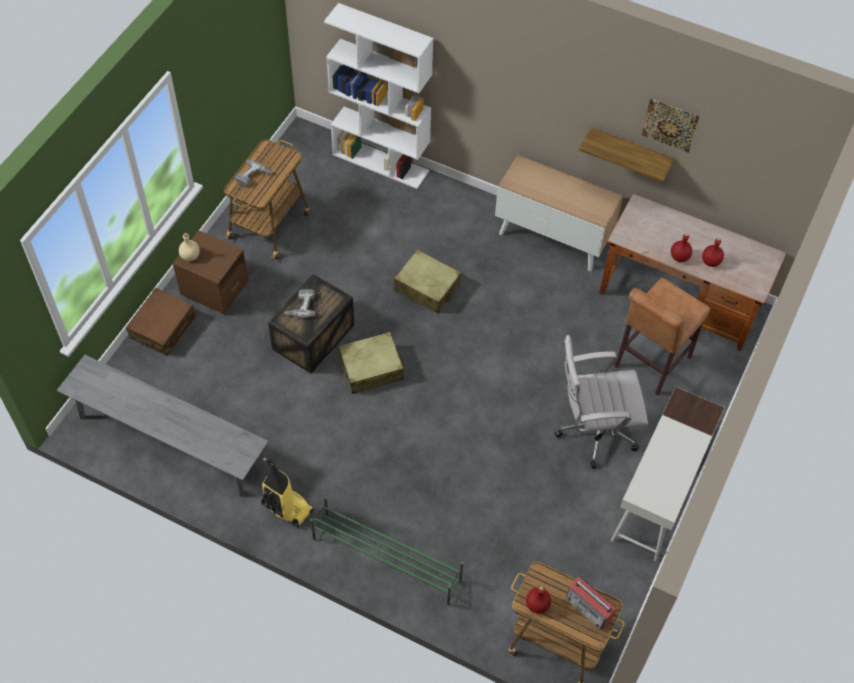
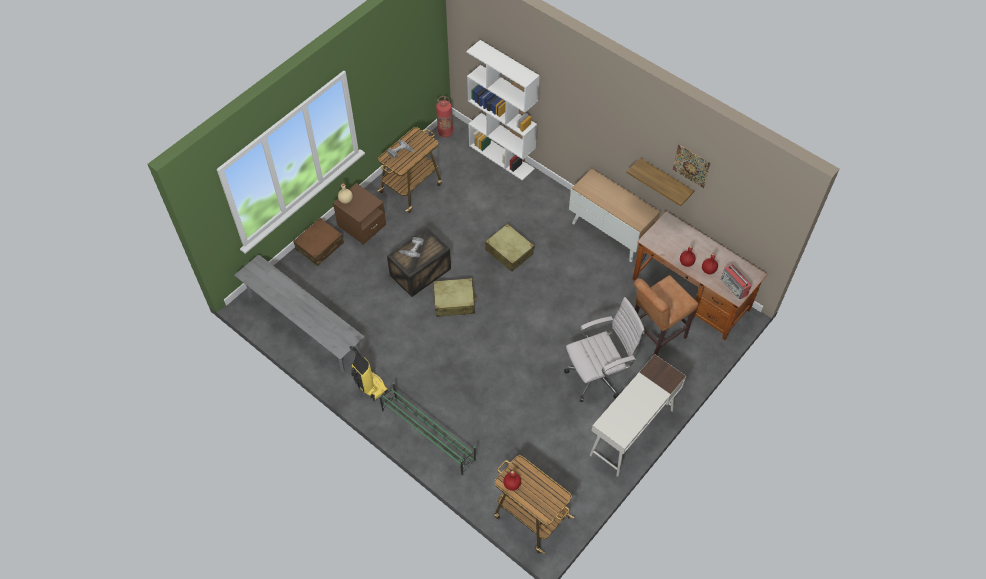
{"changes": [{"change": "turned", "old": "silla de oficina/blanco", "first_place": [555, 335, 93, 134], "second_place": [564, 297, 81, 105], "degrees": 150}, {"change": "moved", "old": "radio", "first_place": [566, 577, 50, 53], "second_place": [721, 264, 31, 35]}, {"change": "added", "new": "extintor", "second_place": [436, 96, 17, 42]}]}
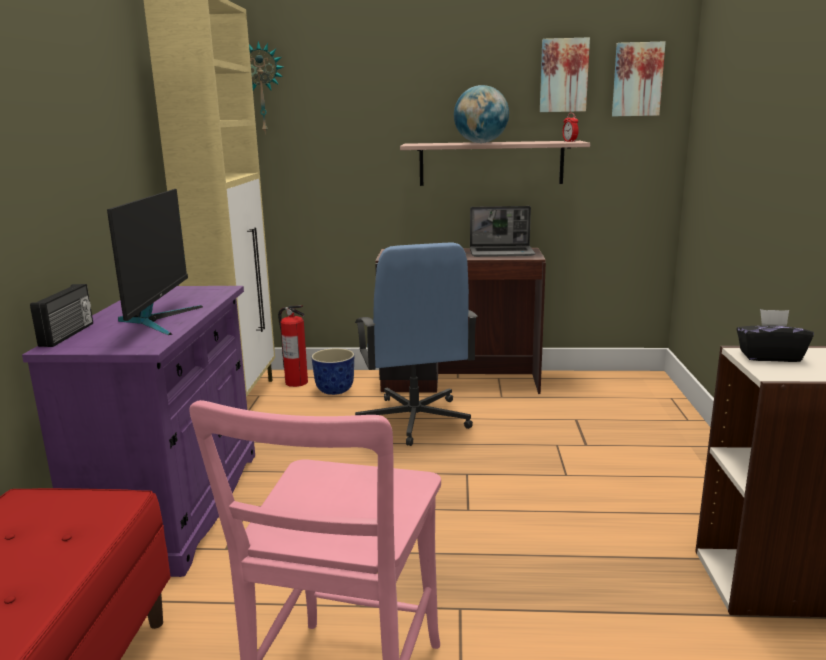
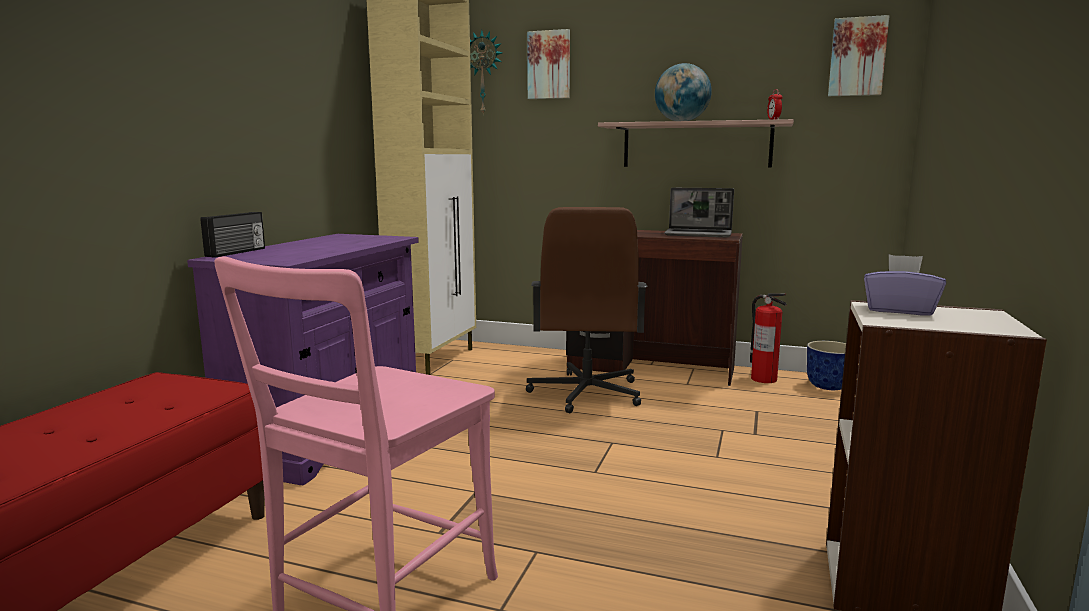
{"changes": [{"change": "moved", "old": "cuadro", "first_place": [540, 37, 50, 75], "second_place": [527, 29, 43, 70]}, {"change": "removed", "old": "monitor", "first_place": [107, 189, 96, 146]}, {"change": "recoloured", "old": "silla de oficina/azul", "new": "silla de oficina/marrón", "first_place": [355, 243, 123, 203], "second_place": [526, 207, 122, 206]}, {"change": "moved", "old": "extintor", "first_place": [278, 305, 30, 82], "second_place": [750, 294, 37, 89]}, {"change": "recoloured", "old": "caja de pañuelos/negro", "new": "caja de pañuelos/morado", "first_place": [736, 309, 78, 53], "second_place": [864, 255, 82, 61]}, {"change": "moved", "old": "maceta", "first_place": [311, 348, 43, 47], "second_place": [807, 341, 39, 49]}]}
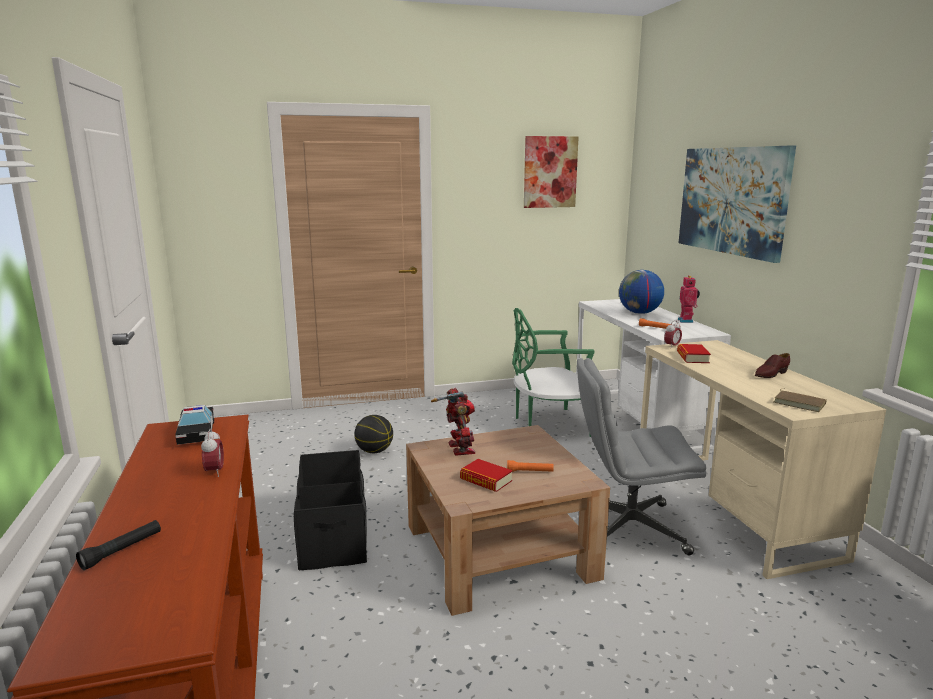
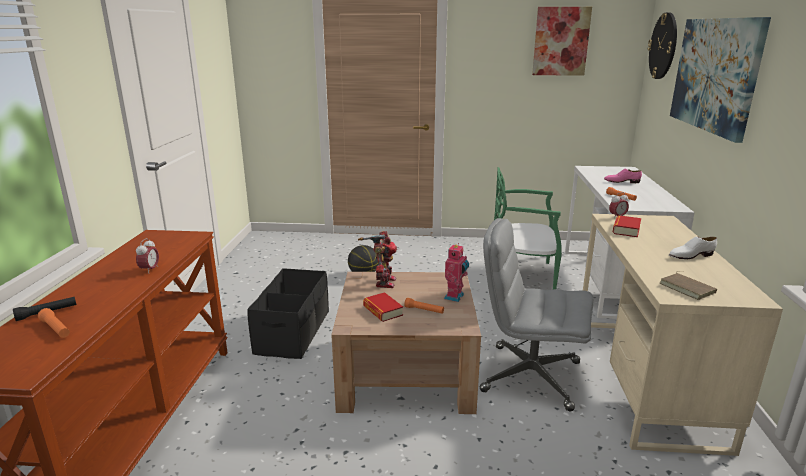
{"changes": [{"change": "replaced", "old": "globo terráqueo", "new": "zapato/rosa", "first_place": [619, 270, 45, 44], "second_place": [604, 168, 38, 15]}, {"change": "moved", "old": "robot de juguete", "first_place": [678, 275, 22, 48], "second_place": [444, 243, 25, 59]}, {"change": "recoloured", "old": "zapato/marrón", "new": "zapato/blanco", "first_place": [755, 353, 35, 25], "second_place": [669, 237, 48, 22]}, {"change": "removed", "old": "coche de juguete", "first_place": [175, 405, 39, 40]}, {"change": "added", "new": "reloj de pared", "second_place": [648, 12, 29, 67]}, {"change": "added", "new": "linterna/naranja", "second_place": [38, 308, 32, 30]}]}
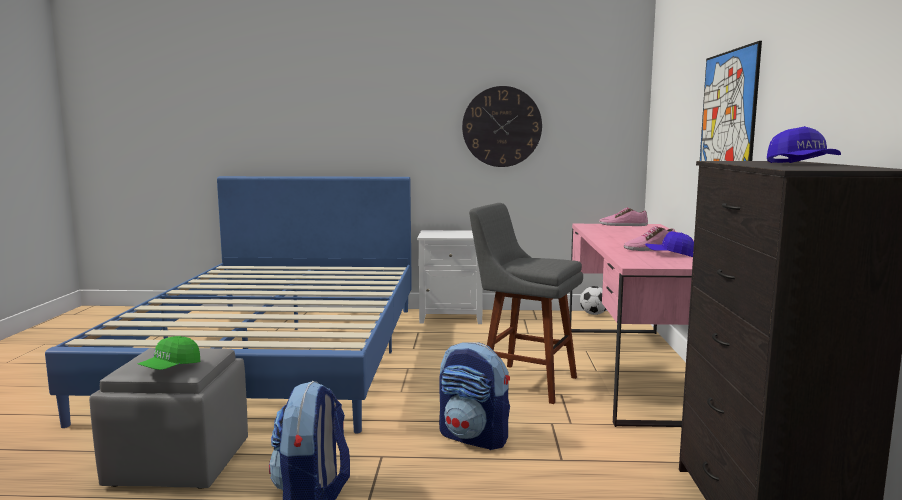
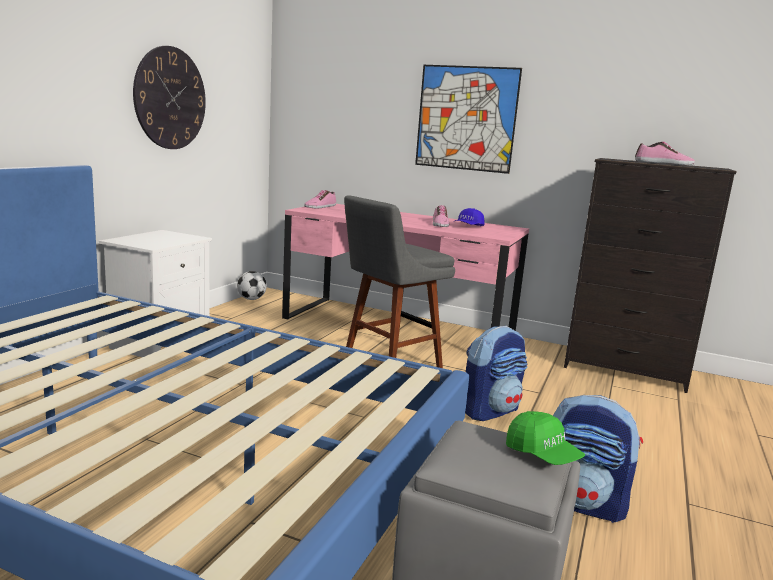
{"changes": [{"change": "replaced", "old": "gorra/azul", "new": "zapato", "first_place": [767, 126, 74, 37], "second_place": [635, 142, 60, 23]}]}
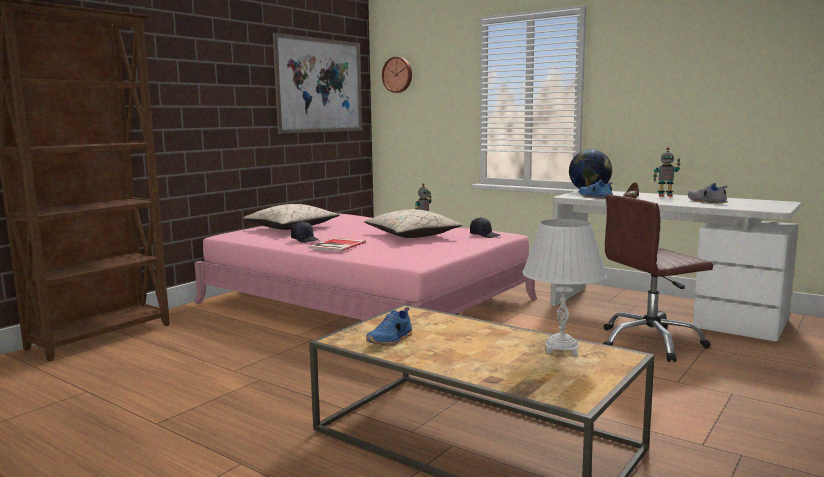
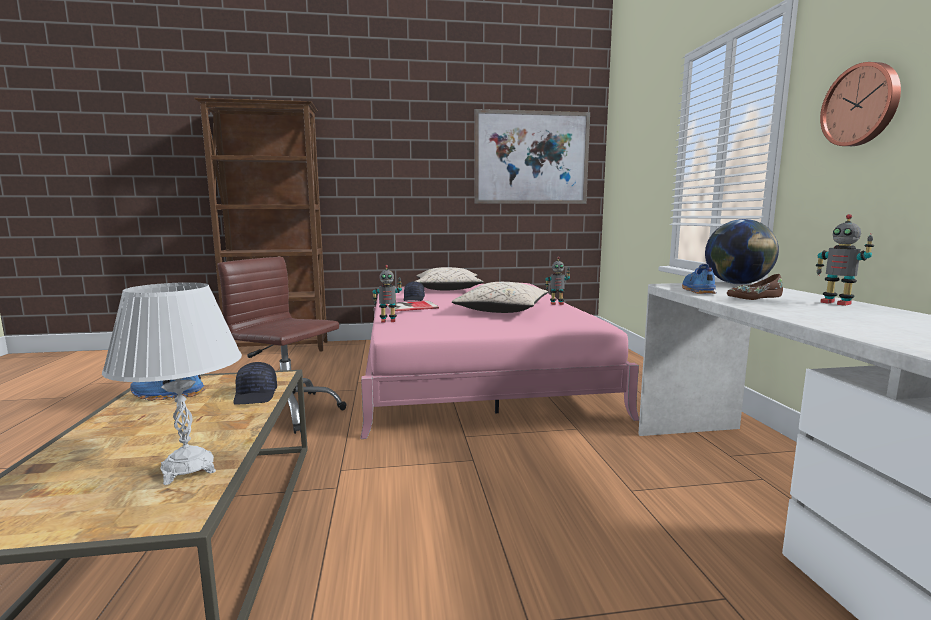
{"changes": [{"change": "moved", "old": "reloj de pared", "first_place": [382, 57, 30, 36], "second_place": [820, 62, 81, 84]}, {"change": "removed", "old": "zapato/gris", "first_place": [688, 183, 40, 21]}, {"change": "moved", "old": "silla de oficina/marrón", "first_place": [603, 195, 110, 167], "second_place": [217, 257, 130, 177]}, {"change": "moved", "old": "gorra/negro", "first_place": [470, 217, 30, 21], "second_place": [233, 362, 44, 43]}, {"change": "added", "new": "robot de juguete", "second_place": [372, 265, 30, 58]}]}
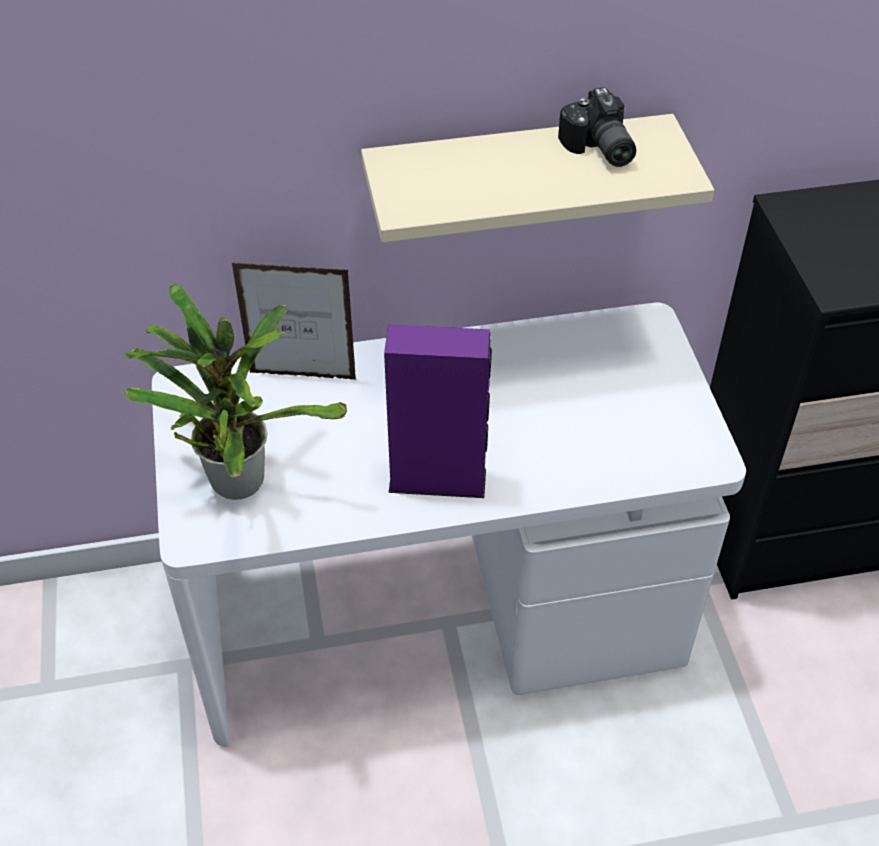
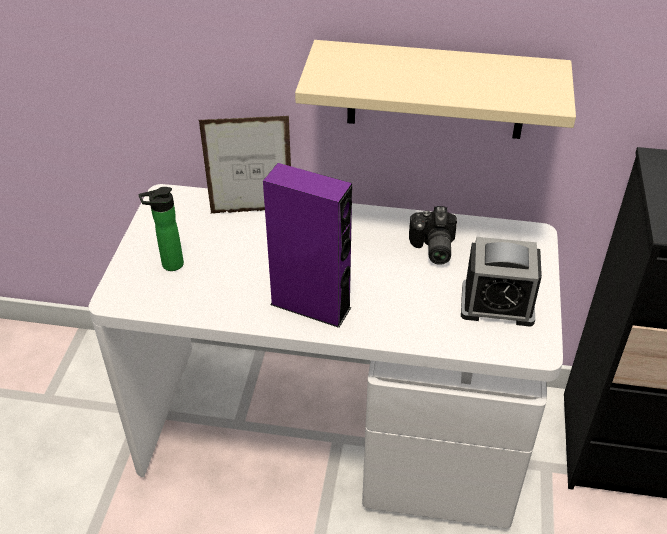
{"changes": [{"change": "moved", "old": "cámara", "first_place": [558, 87, 78, 80], "second_place": [409, 206, 48, 59]}, {"change": "turned", "old": "portarretratos", "first_place": [232, 263, 125, 117], "second_place": [198, 116, 93, 98], "degrees": 150}, {"change": "replaced", "old": "planta en maceta", "new": "botella", "first_place": [124, 284, 223, 216], "second_place": [138, 187, 46, 84]}, {"change": "added", "new": "despertador", "second_place": [461, 237, 81, 90]}]}
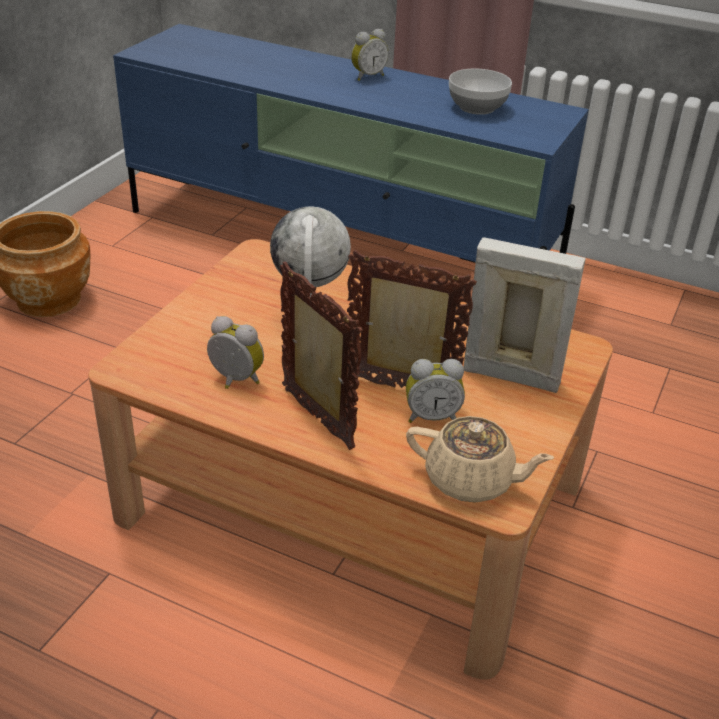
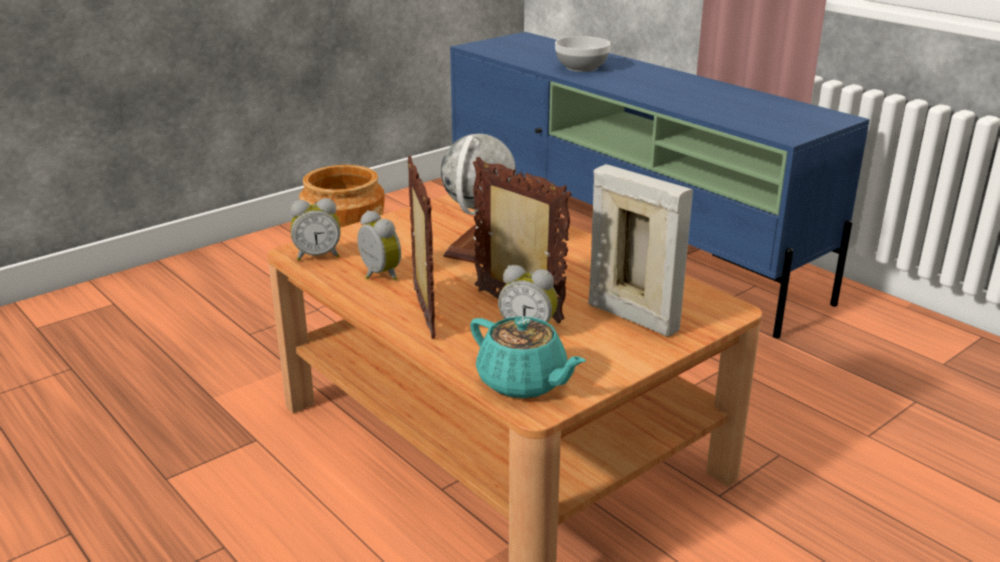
{"changes": [{"change": "moved", "old": "despertador", "first_place": [351, 29, 38, 52], "second_place": [291, 198, 49, 63]}, {"change": "moved", "old": "cuenco", "first_place": [449, 69, 63, 46], "second_place": [555, 36, 55, 36]}, {"change": "recoloured", "old": "tetera/beis", "new": "tetera/turquesa", "first_place": [406, 416, 148, 86], "second_place": [470, 316, 116, 83]}]}
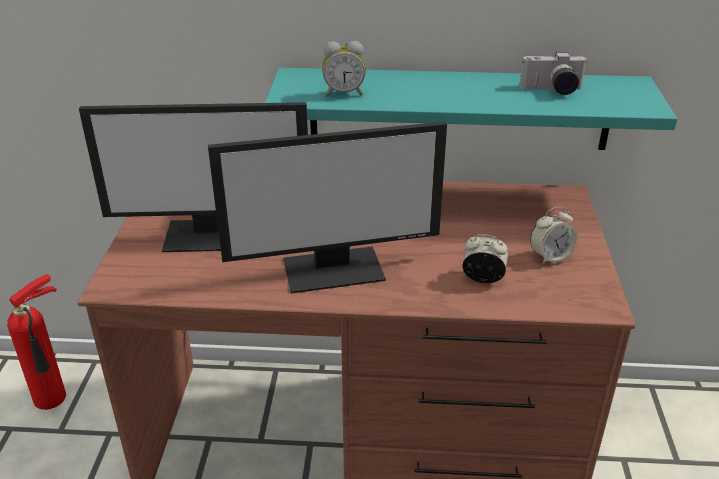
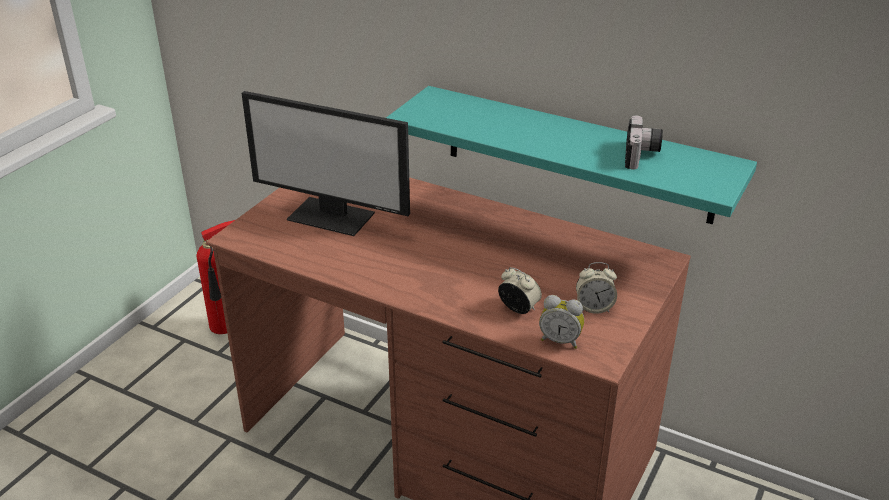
{"changes": [{"change": "moved", "old": "despertador", "first_place": [322, 41, 44, 56], "second_place": [539, 295, 45, 54]}, {"change": "turned", "old": "cámara", "first_place": [519, 52, 69, 43], "second_place": [625, 116, 38, 54], "degrees": -105}, {"change": "removed", "old": "monitor", "first_place": [208, 122, 239, 172]}]}
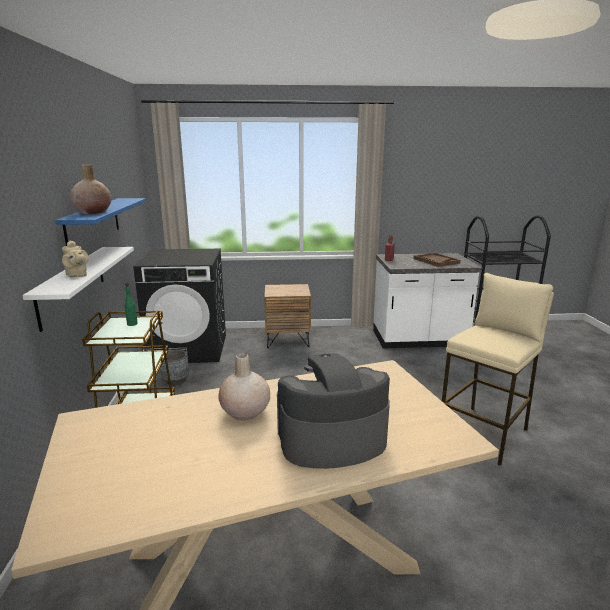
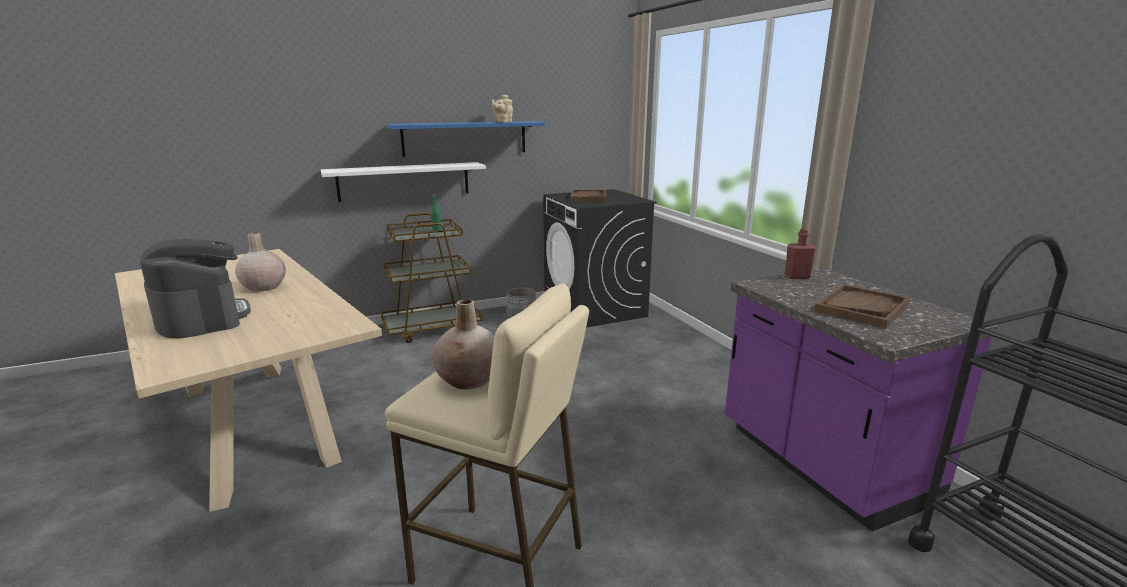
{"changes": [{"change": "moved", "old": "florero/beis", "first_place": [70, 164, 42, 50], "second_place": [432, 299, 63, 91]}, {"change": "moved", "old": "tetera/beis", "first_place": [62, 241, 27, 36], "second_place": [492, 95, 21, 28]}, {"change": "recoloured", "old": "mueble bajo de cocina/blanco", "new": "mueble bajo de cocina/morado", "first_place": [373, 253, 109, 95], "second_place": [725, 268, 273, 264]}, {"change": "removed", "old": "mesita de noche/marrón", "first_place": [264, 284, 47, 64]}, {"change": "added", "new": "bandeja/marrón", "second_place": [570, 190, 36, 12]}]}
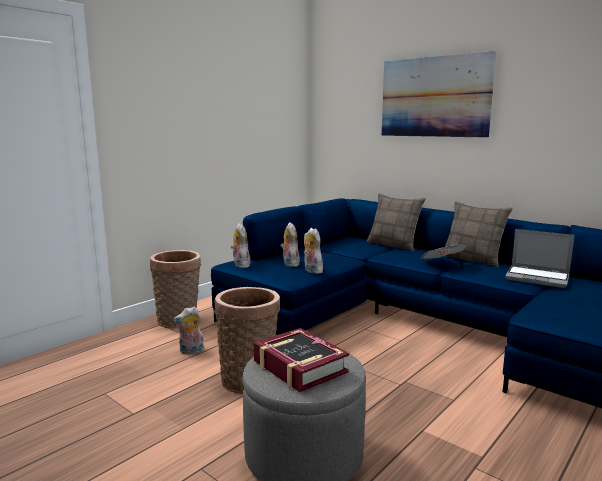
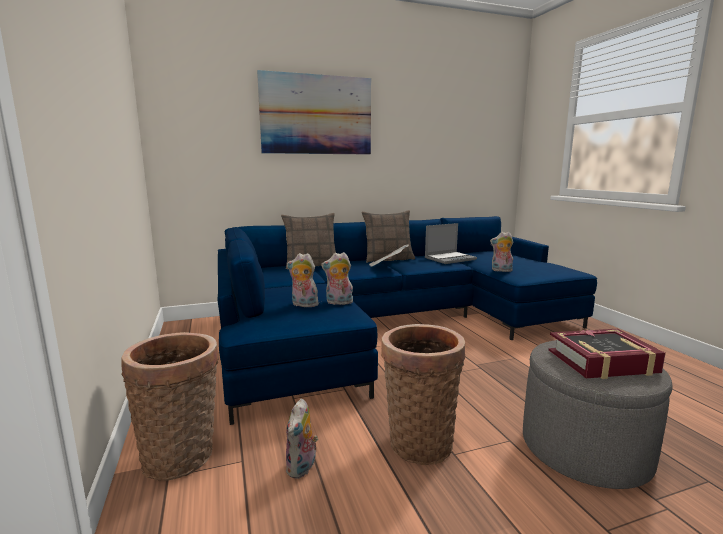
{"changes": [{"change": "moved", "old": "peluche", "first_place": [231, 223, 19, 45], "second_place": [490, 232, 24, 40]}]}
